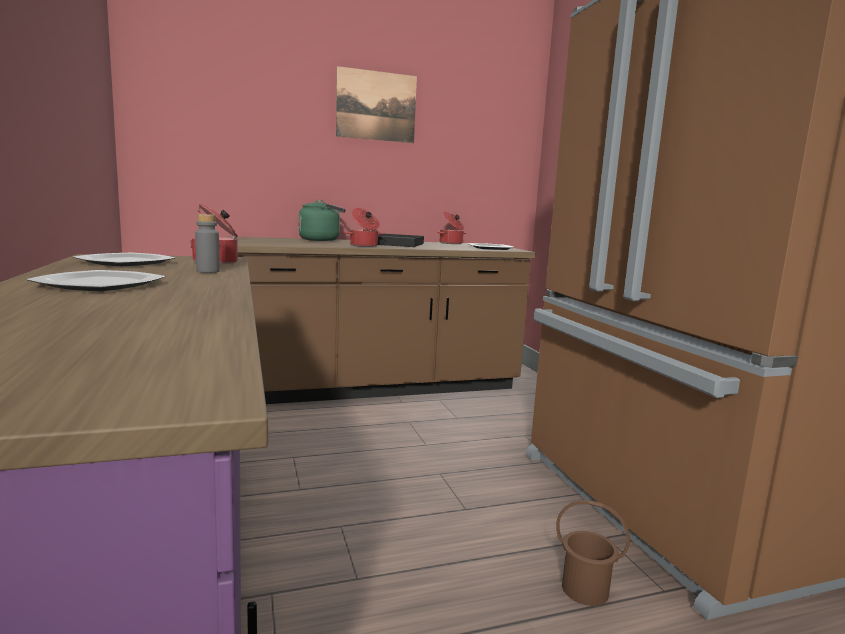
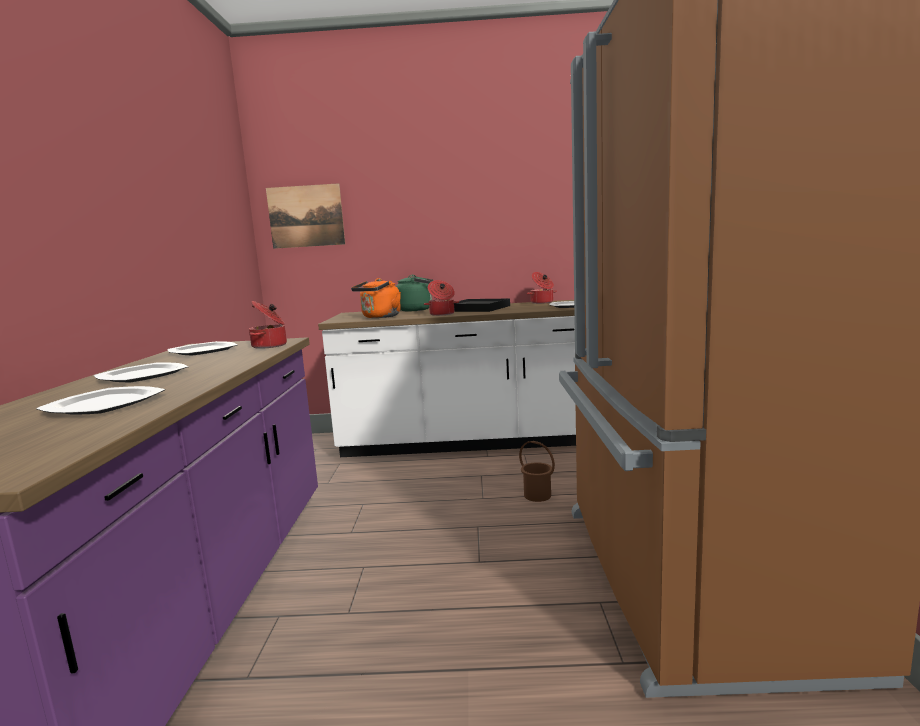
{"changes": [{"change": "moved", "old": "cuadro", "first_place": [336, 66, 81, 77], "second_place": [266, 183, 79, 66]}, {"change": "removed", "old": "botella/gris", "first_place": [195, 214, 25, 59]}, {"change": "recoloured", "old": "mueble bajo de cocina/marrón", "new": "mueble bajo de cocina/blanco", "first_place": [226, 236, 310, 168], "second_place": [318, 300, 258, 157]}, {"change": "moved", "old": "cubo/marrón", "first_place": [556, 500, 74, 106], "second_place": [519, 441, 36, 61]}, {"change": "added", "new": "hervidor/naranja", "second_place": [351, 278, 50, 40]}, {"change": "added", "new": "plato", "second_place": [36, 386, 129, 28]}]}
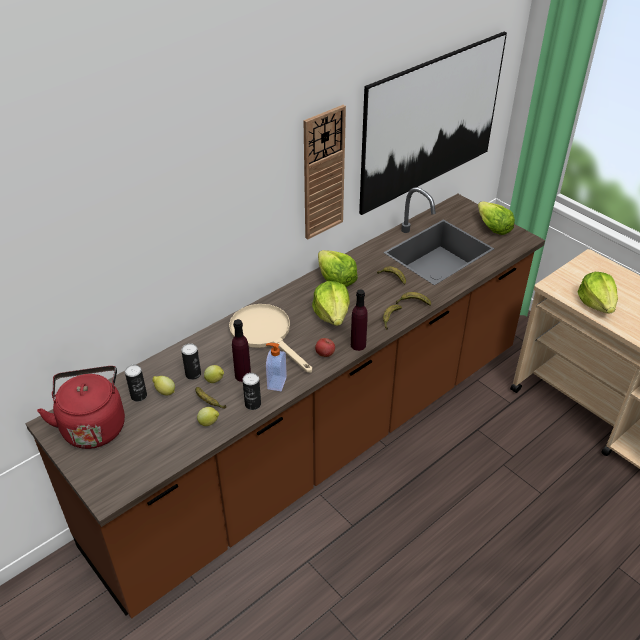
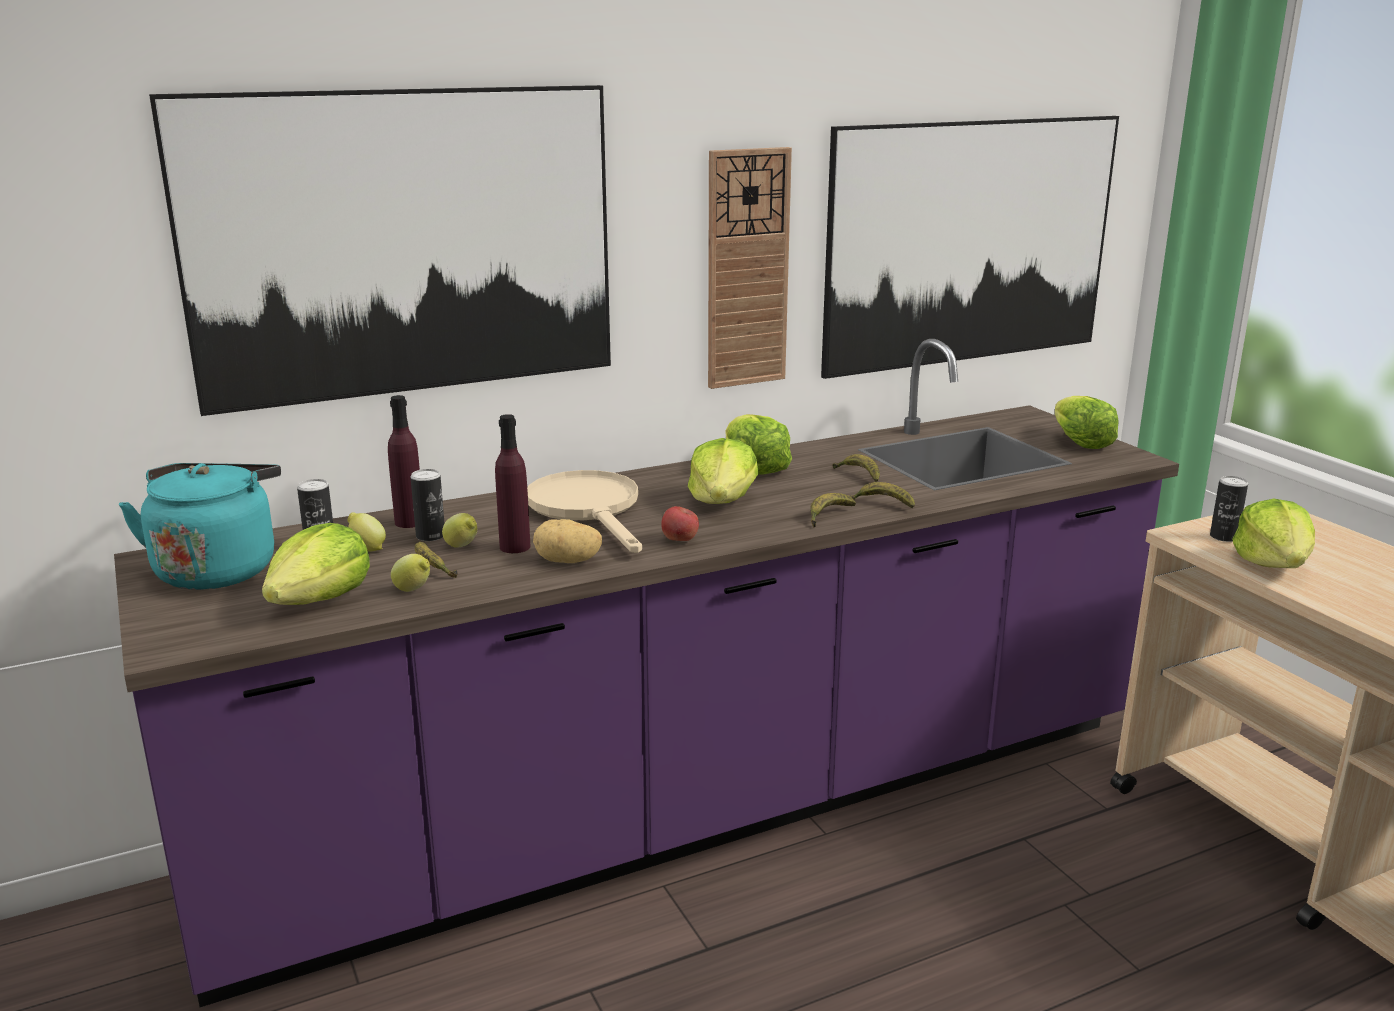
{"changes": [{"change": "recoloured", "old": "mueble bajo de cocina/marrón", "new": "mueble bajo de cocina/morado", "first_place": [25, 187, 520, 431], "second_place": [114, 339, 1065, 668]}, {"change": "moved", "old": "botella/morado", "first_place": [351, 289, 17, 62], "second_place": [388, 395, 32, 133]}, {"change": "replaced", "old": "dispensador de jabón", "new": "patata", "first_place": [266, 343, 21, 48], "second_place": [533, 519, 69, 44]}, {"change": "recoloured", "old": "hervidor/rojo", "new": "hervidor/turquesa", "first_place": [37, 366, 88, 83], "second_place": [119, 463, 162, 127]}, {"change": "moved", "old": "lata", "first_place": [243, 373, 18, 37], "second_place": [1210, 476, 38, 66]}, {"change": "added", "new": "cuadro", "second_place": [149, 85, 462, 331]}, {"change": "added", "new": "lechuga", "second_place": [262, 523, 108, 82]}]}
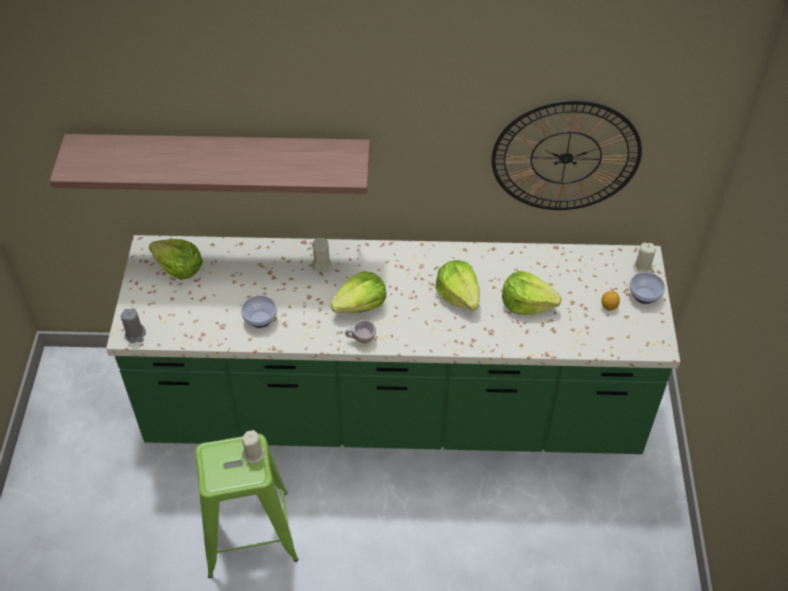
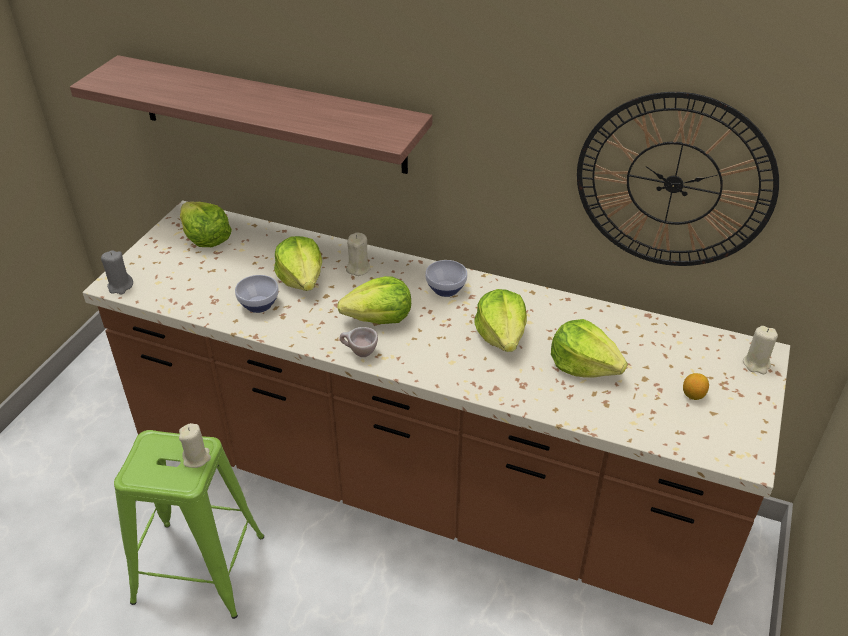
{"changes": [{"change": "recoloured", "old": "mueble bajo de cocina/verde", "new": "mueble bajo de cocina/marrón", "first_place": [106, 235, 574, 219], "second_place": [83, 200, 707, 425]}, {"change": "moved", "old": "cuenco", "first_place": [629, 272, 36, 32], "second_place": [425, 260, 43, 37]}, {"change": "added", "new": "lechuga", "second_place": [274, 236, 48, 55]}]}
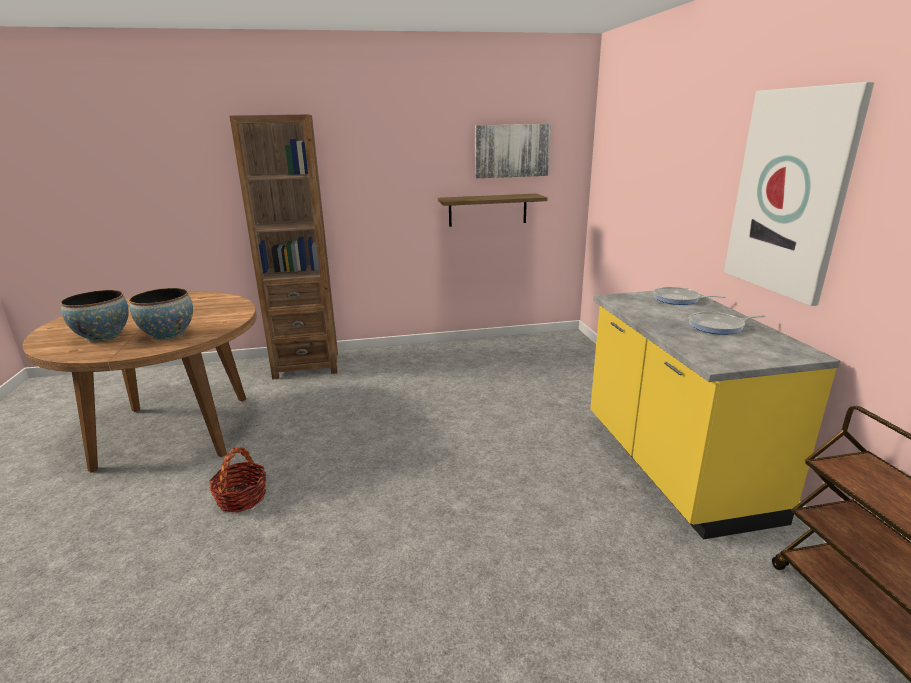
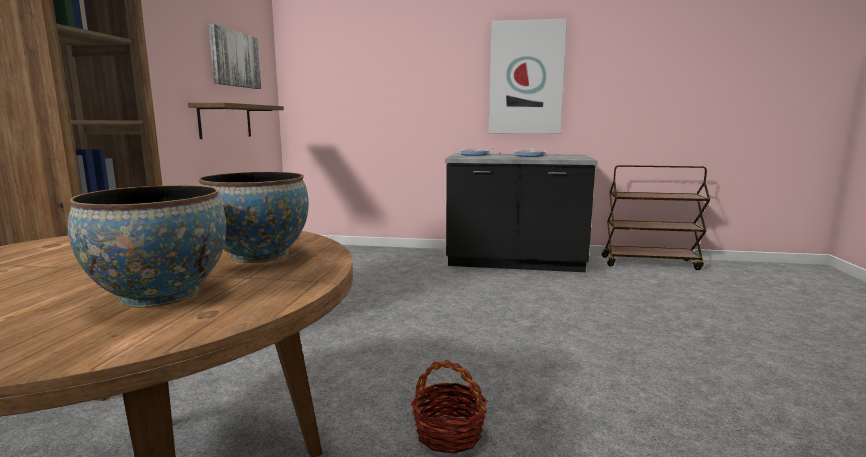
{"changes": [{"change": "recoloured", "old": "mueble bajo de cocina/amarillo", "new": "mueble bajo de cocina/negro", "first_place": [590, 288, 250, 252], "second_place": [445, 153, 152, 119]}]}
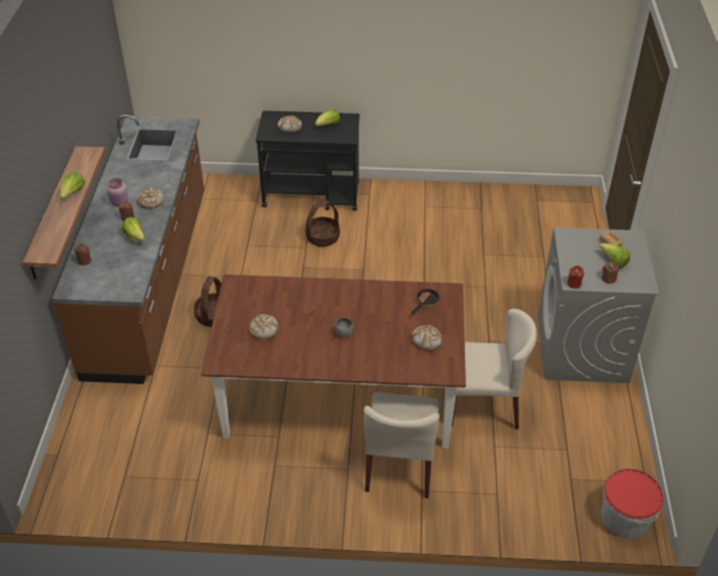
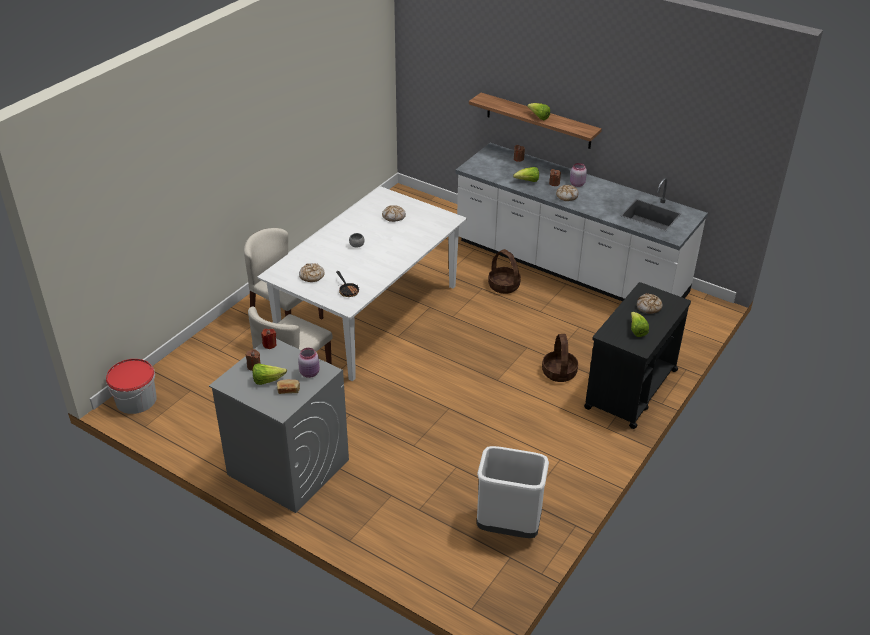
{"changes": [{"change": "recoloured", "old": "mueble bajo de cocina/marrón", "new": "mueble bajo de cocina/blanco", "first_place": [52, 115, 152, 269], "second_place": [455, 143, 253, 158]}, {"change": "recoloured", "old": "mesa de comedor/marrón", "new": "mesa de comedor/blanco", "first_place": [201, 274, 265, 174], "second_place": [257, 186, 210, 195]}, {"change": "added", "new": "tarro/rosa", "second_place": [298, 348, 22, 30]}, {"change": "added", "new": "papelera/blanco", "second_place": [477, 446, 72, 92]}]}
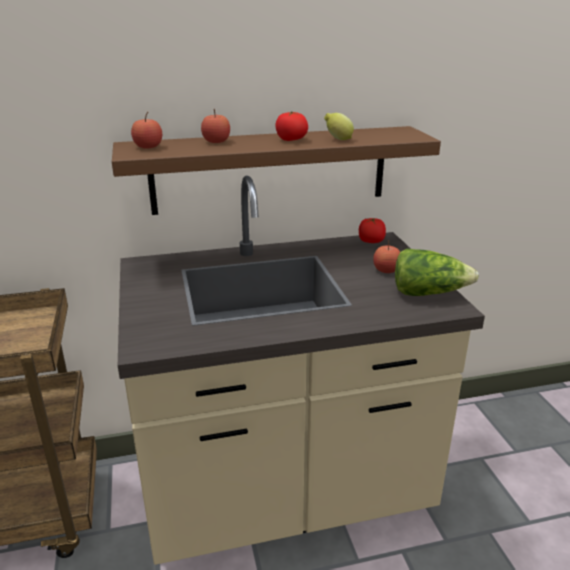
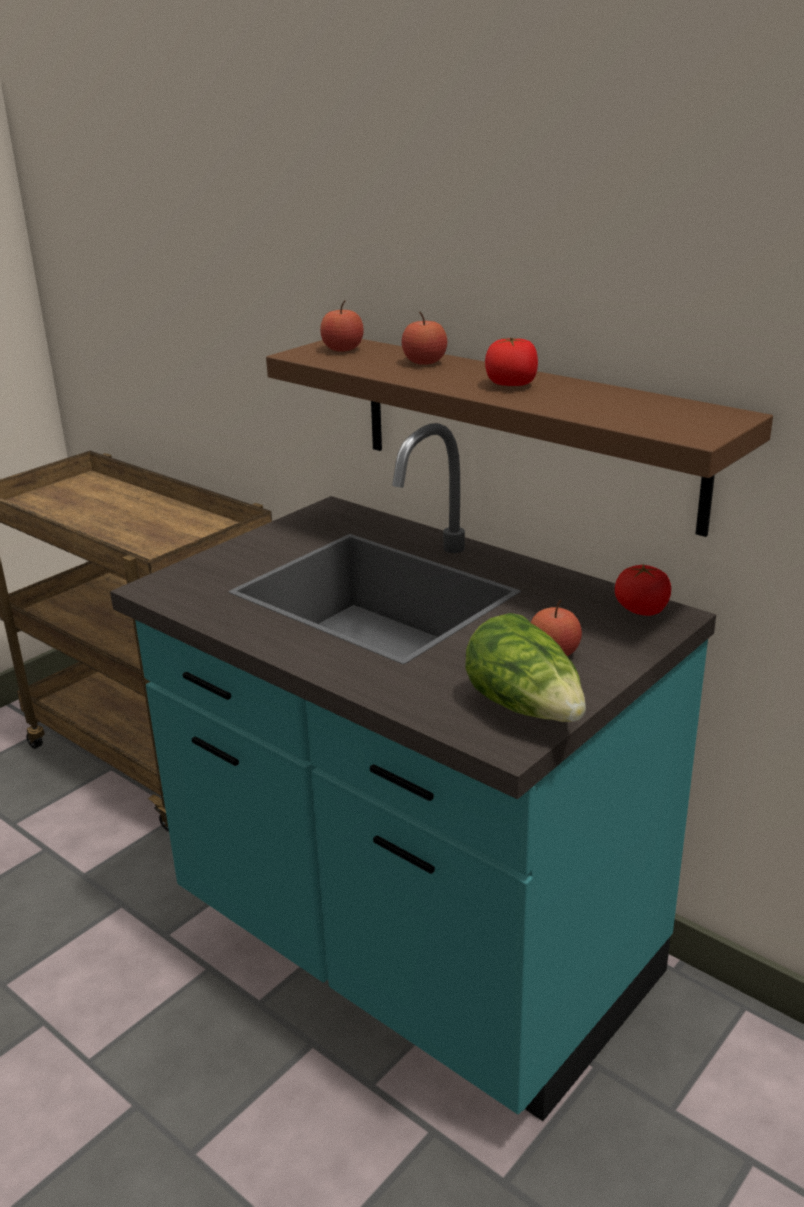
{"changes": [{"change": "removed", "old": "limón", "first_place": [324, 113, 30, 27]}, {"change": "recoloured", "old": "mueble bajo de cocina/beis", "new": "mueble bajo de cocina/turquesa", "first_place": [118, 176, 367, 389], "second_place": [110, 423, 606, 698]}]}
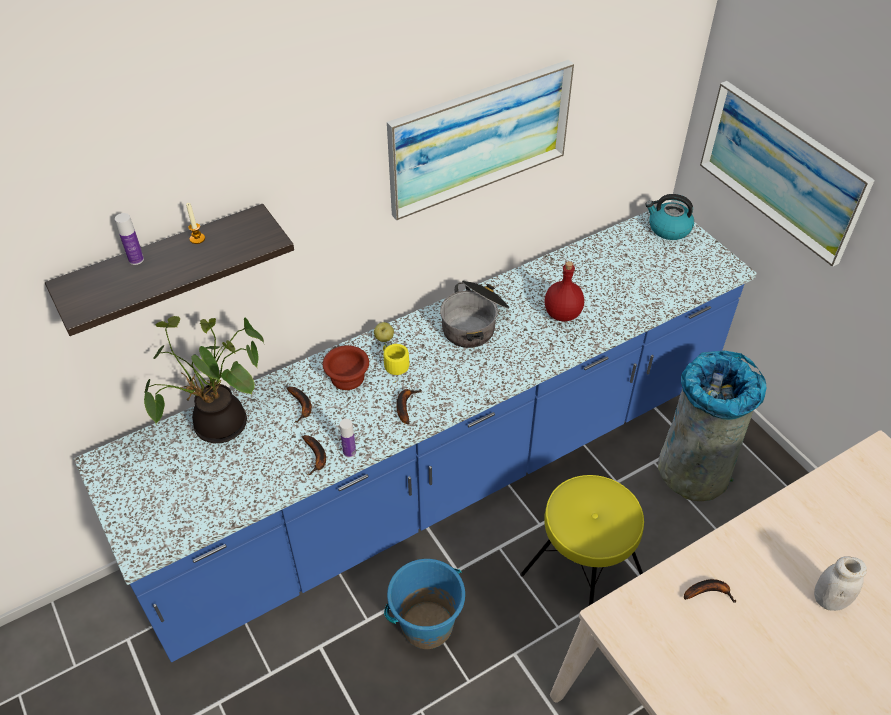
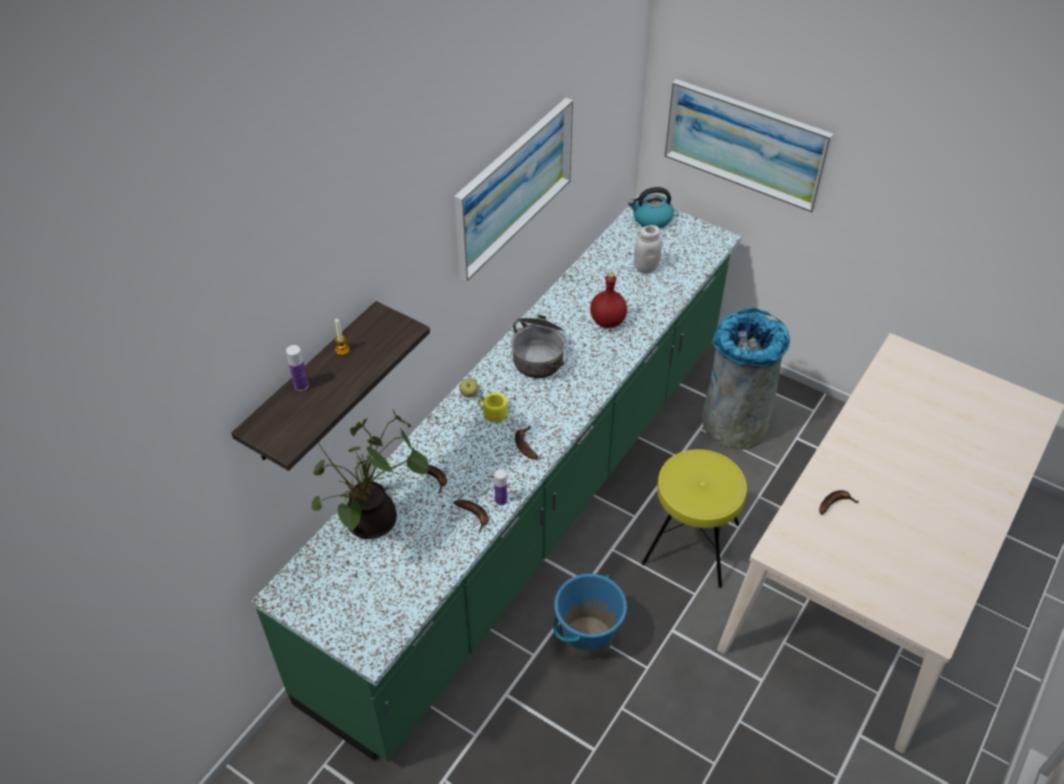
{"changes": [{"change": "recoloured", "old": "mueble bajo de cocina/azul", "new": "mueble bajo de cocina/verde", "first_place": [74, 202, 683, 460], "second_place": [251, 195, 490, 567]}, {"change": "removed", "old": "cuenco/marrón", "first_place": [323, 345, 46, 45]}, {"change": "moved", "old": "tarro/blanco", "first_place": [814, 556, 53, 55], "second_place": [634, 225, 28, 48]}]}
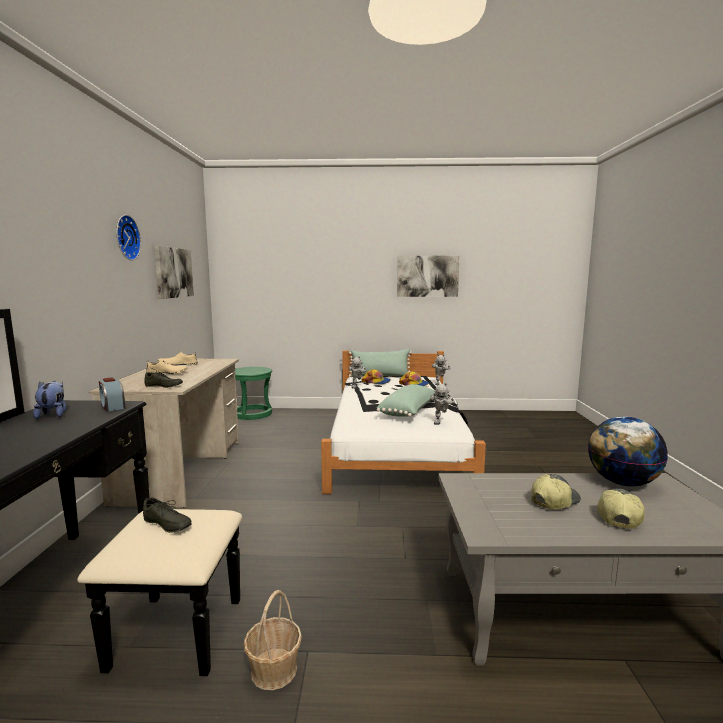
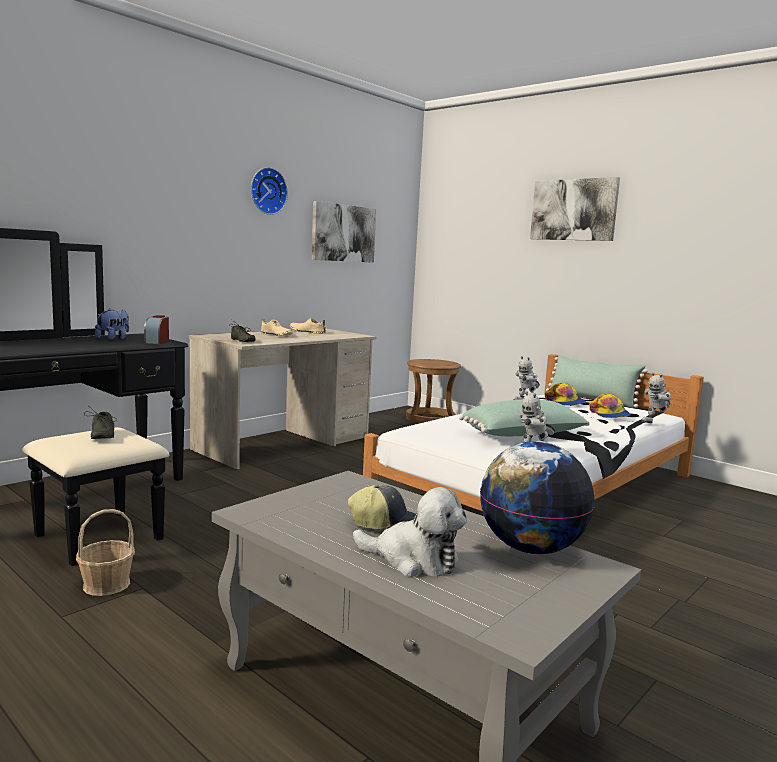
{"changes": [{"change": "moved", "old": "cuadro", "first_place": [397, 256, 62, 41], "second_place": [530, 177, 90, 64]}, {"change": "recoloured", "old": "taburete/verde", "new": "taburete/marrón", "first_place": [235, 367, 37, 53], "second_place": [406, 359, 55, 64]}, {"change": "replaced", "old": "gorra", "new": "peluche", "first_place": [597, 489, 48, 40], "second_place": [353, 487, 114, 90]}]}
